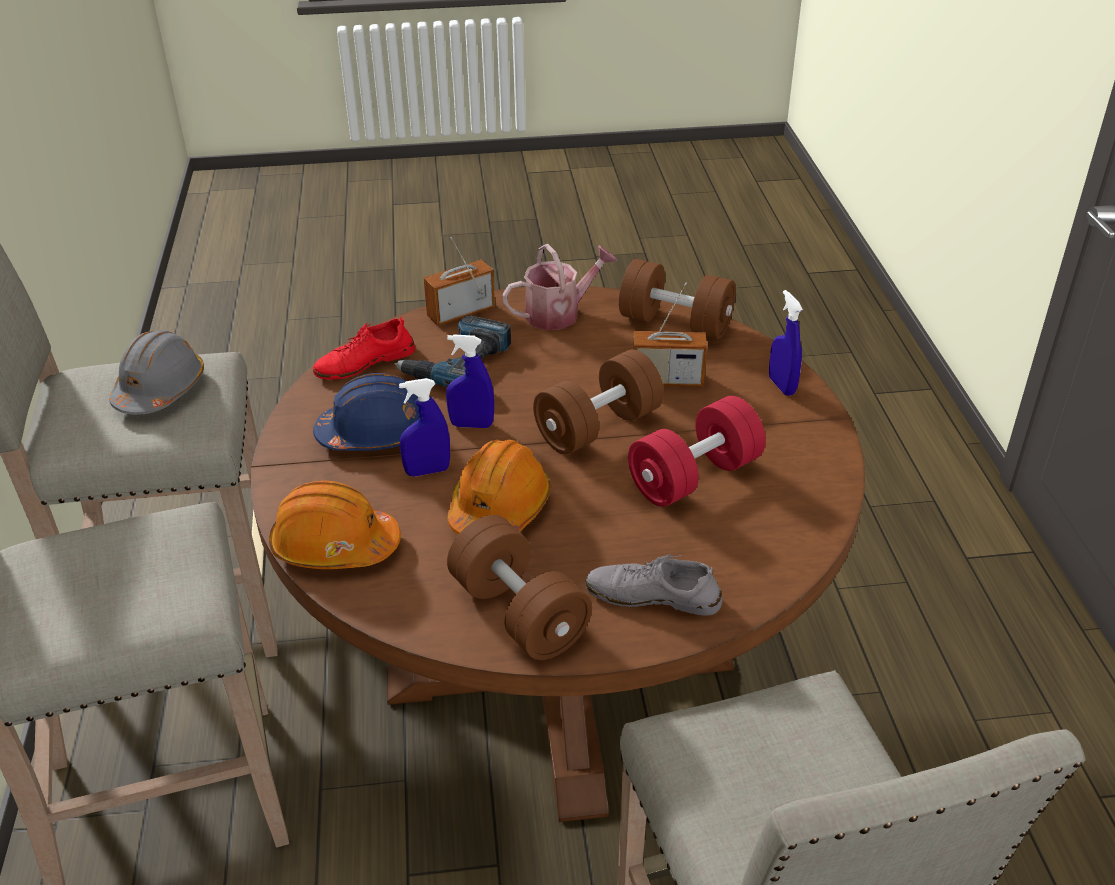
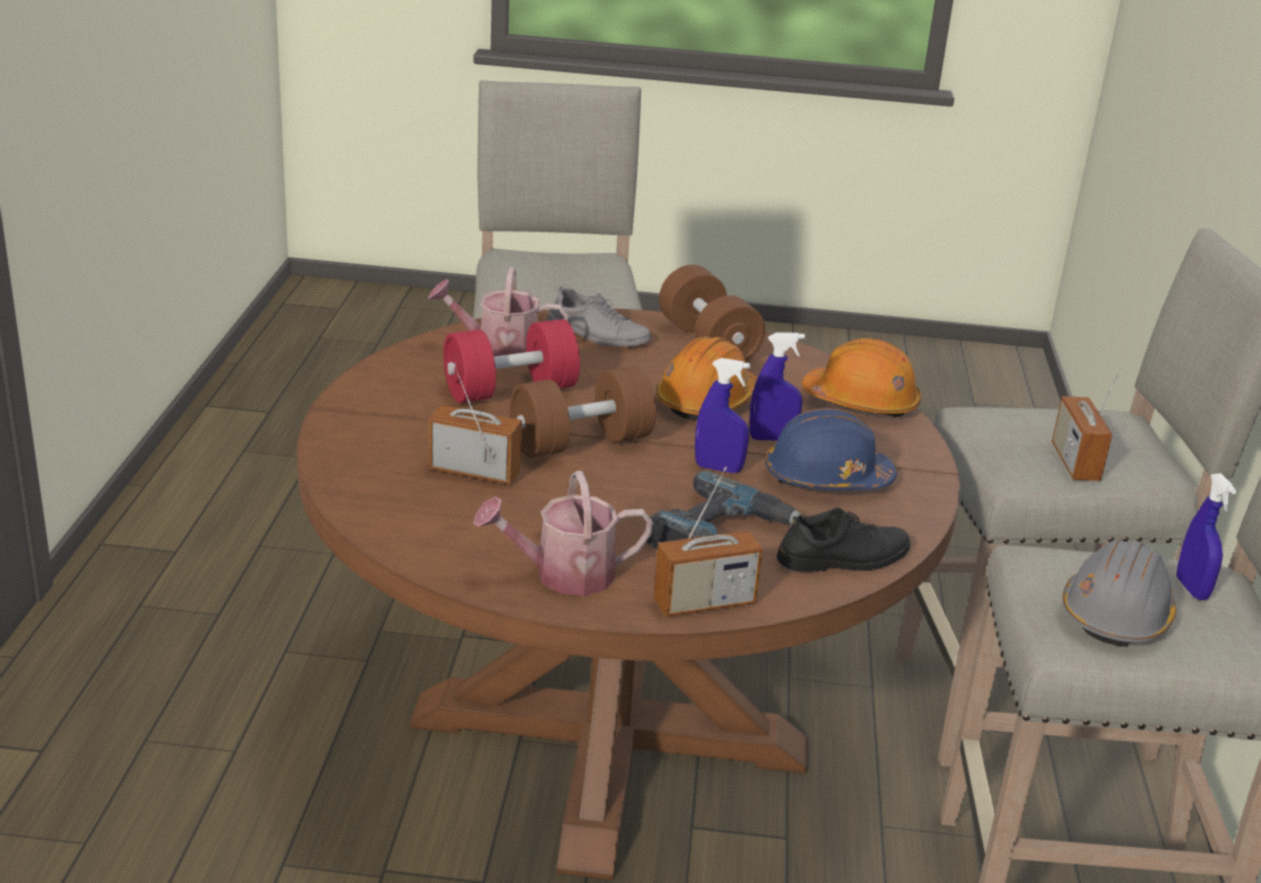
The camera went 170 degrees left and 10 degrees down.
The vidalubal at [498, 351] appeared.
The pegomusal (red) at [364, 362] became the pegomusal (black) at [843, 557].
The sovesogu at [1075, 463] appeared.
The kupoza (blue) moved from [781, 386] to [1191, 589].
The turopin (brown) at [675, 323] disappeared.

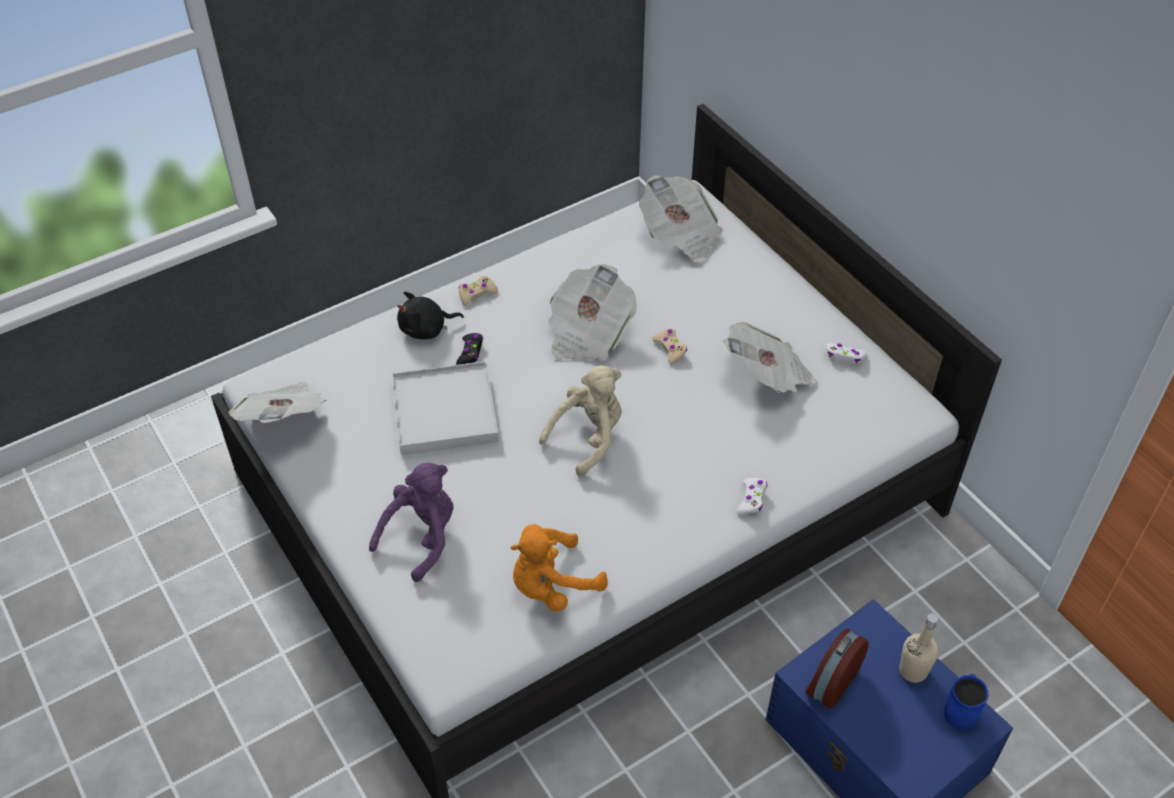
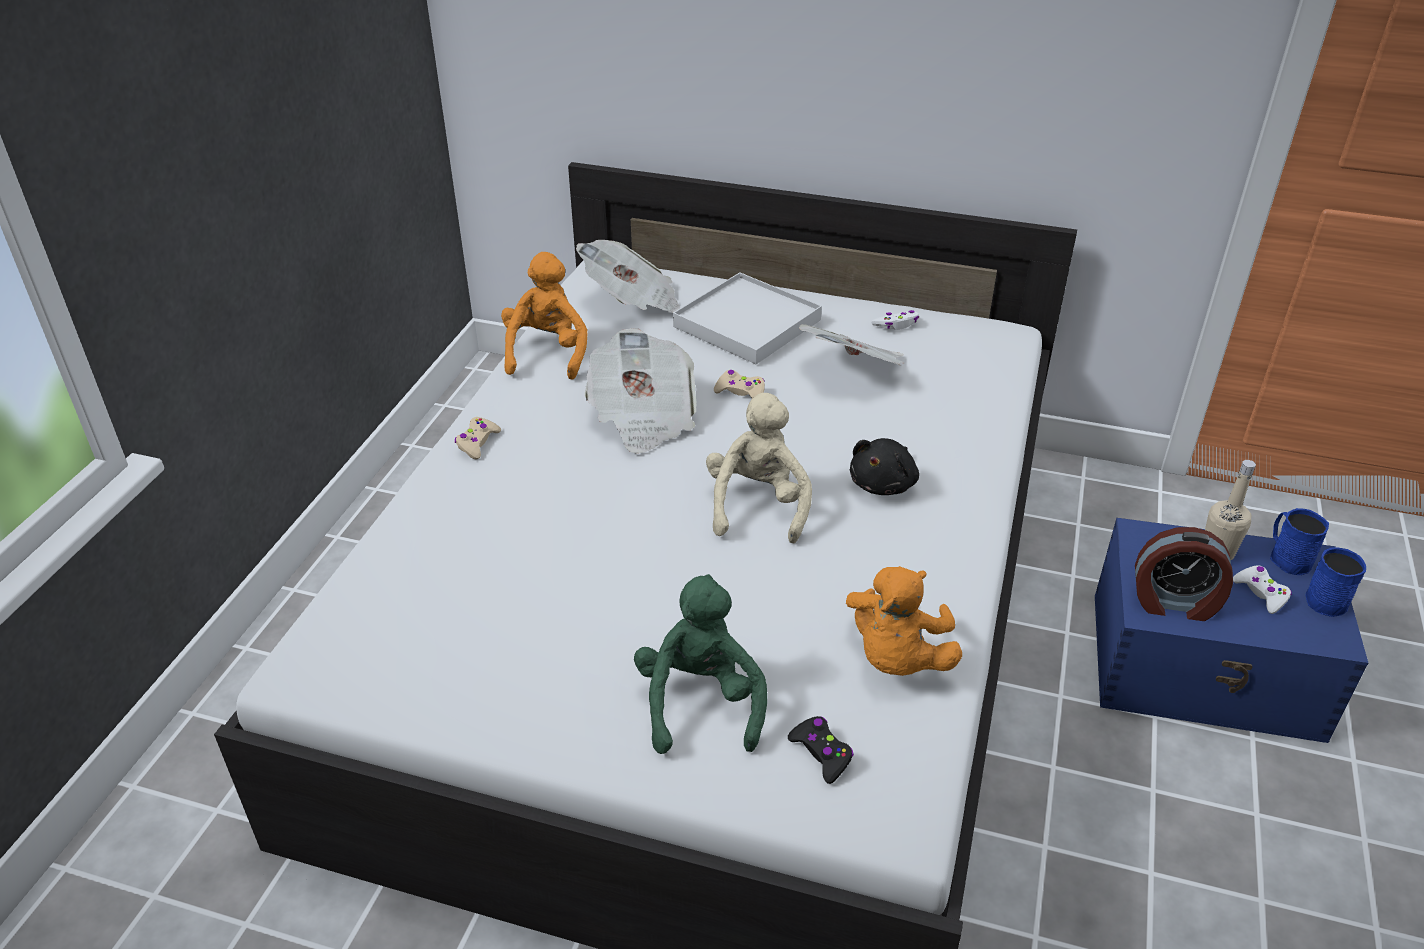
The camera went 40 degrees left and 10 degrees down.
The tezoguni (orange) at [547, 353] appeared.
The tezoguni (purple) at [422, 537] became the tezoguni (green) at [700, 702].
The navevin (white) moved from [445, 411] to [747, 323].
The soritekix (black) moved from [470, 352] to [821, 753].
The tezoguni (black) moved from [426, 329] to [884, 484].
The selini at [831, 681] turned 75 degrees counterclockwise.
The soritekix (white) moved from [751, 499] to [1261, 593].
The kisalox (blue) at [1325, 597] appeared.
The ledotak at [284, 419] disappeared.

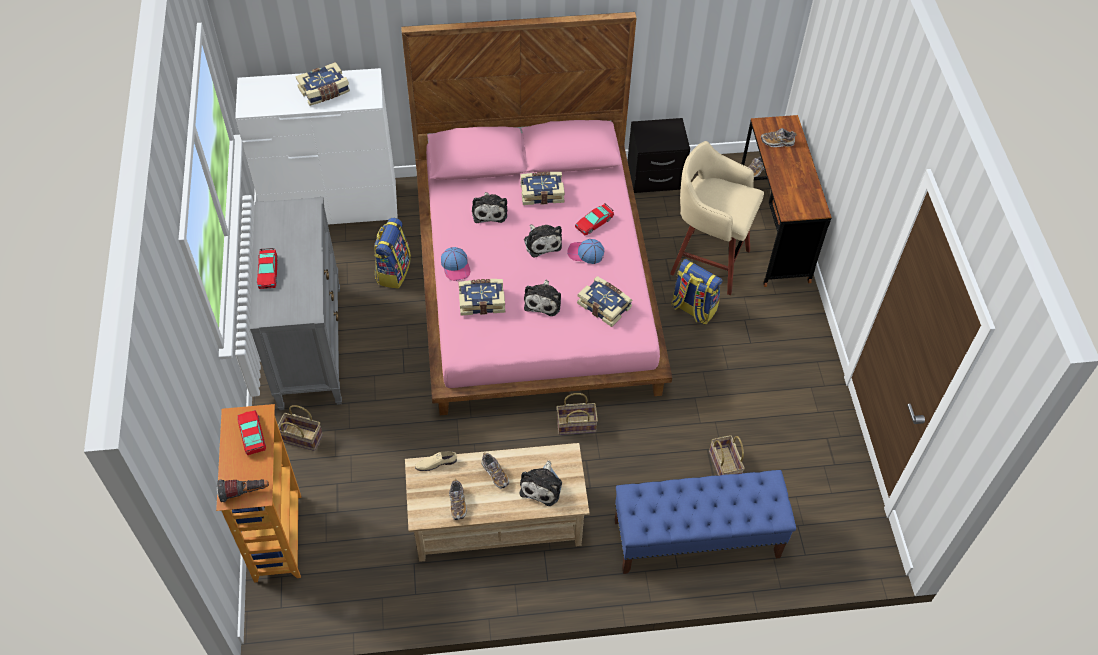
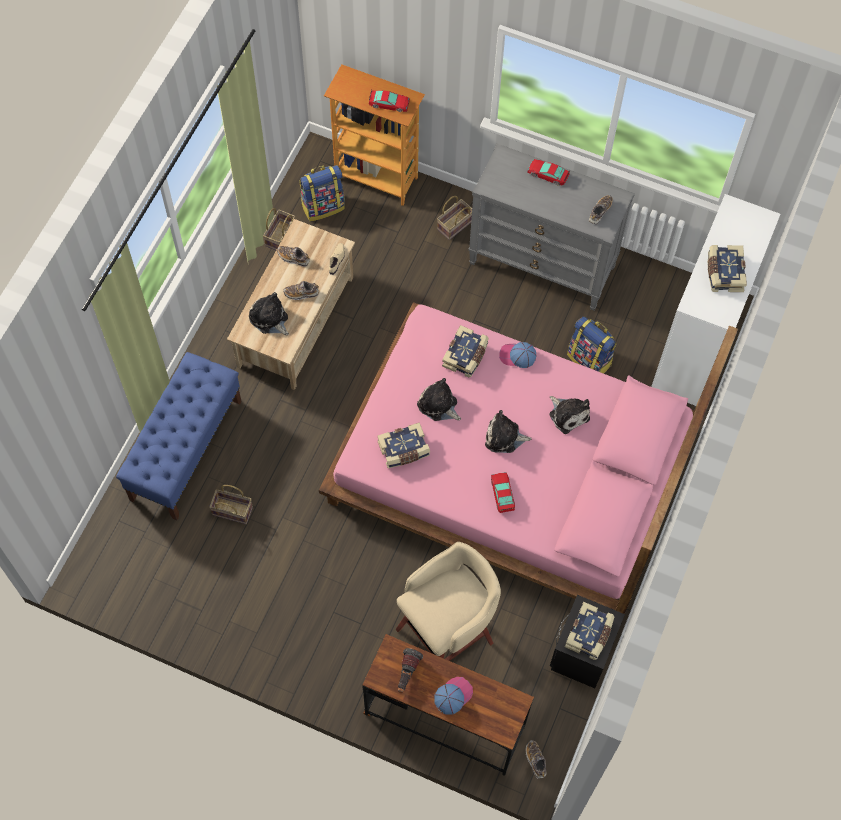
The camera went 120 degrees right and 10 degrees up.
The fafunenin moved from [577, 424] to [280, 237].
The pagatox moved from [692, 309] to [323, 206].
The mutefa moved from [245, 492] to [407, 674].
The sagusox moved from [585, 253] to [453, 696].
The tezoguni at [489, 211] turned 150 degrees counterclockwise.
The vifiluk moved from [542, 192] to [589, 634].
The pegomusal moved from [777, 142] to [600, 212].

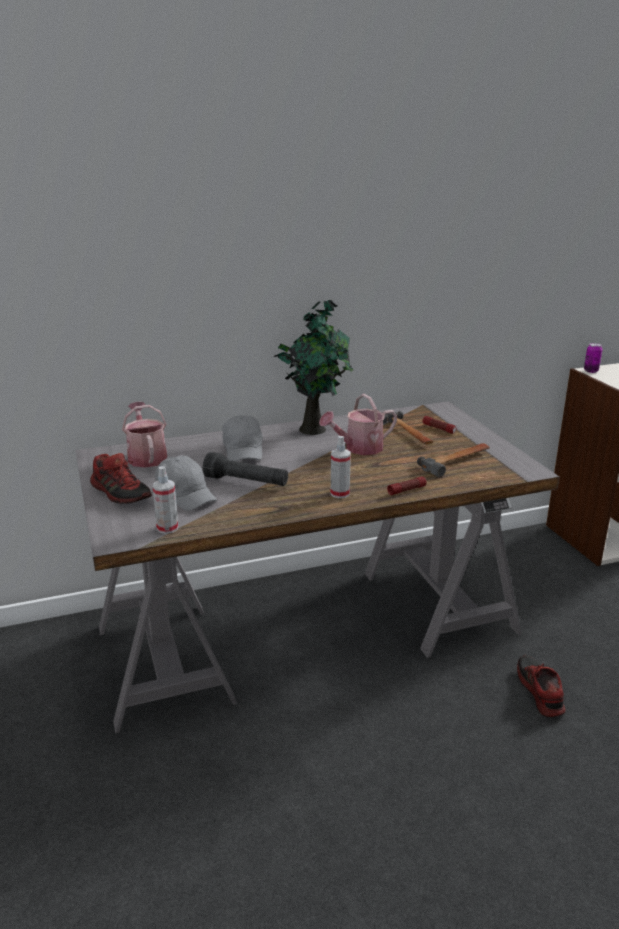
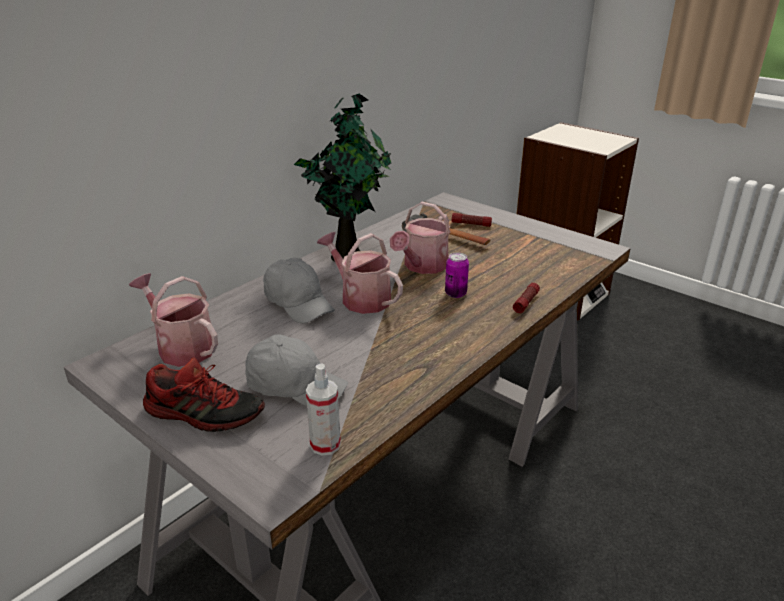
The camera went 30 degrees left and 5 degrees up.
The vidalubal at [361, 298] appeared.
The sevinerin moved from [591, 371] to [455, 294].
The mutefa (black) at [246, 482] disappeared.
The kupoza at [340, 493] disappeared.
The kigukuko at [456, 462] disappeared.
The pegomusal at [538, 691] disappeared.

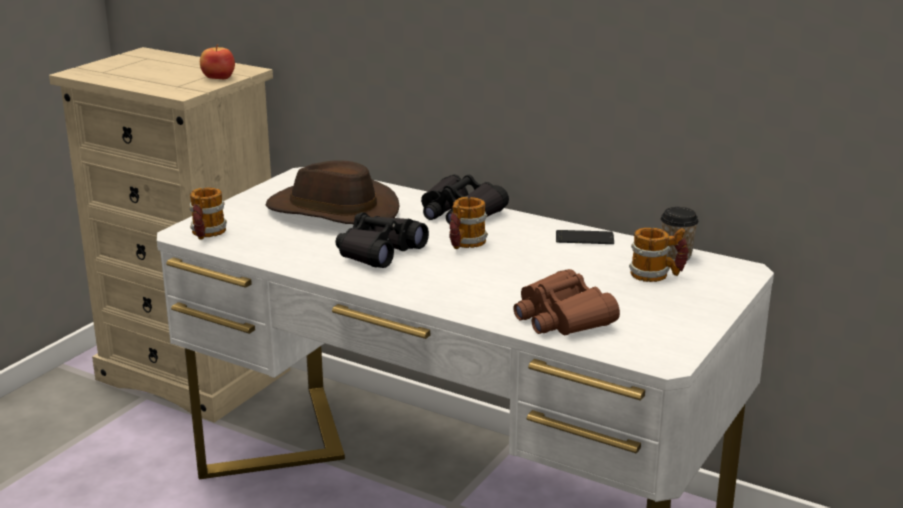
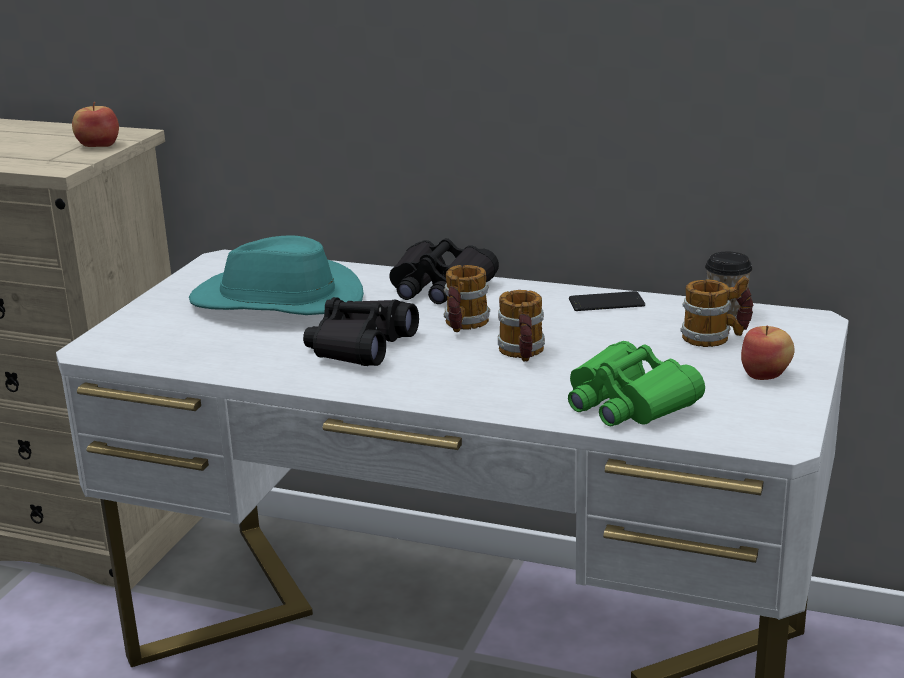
The camera went 10 degrees left and 0 degrees up.
The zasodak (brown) at [332, 211] became the zasodak (turquoise) at [277, 301].
The kisalox moved from [206, 234] to [522, 353].
The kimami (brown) at [561, 318] became the kimami (green) at [628, 403].
The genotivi at [765, 374] appeared.

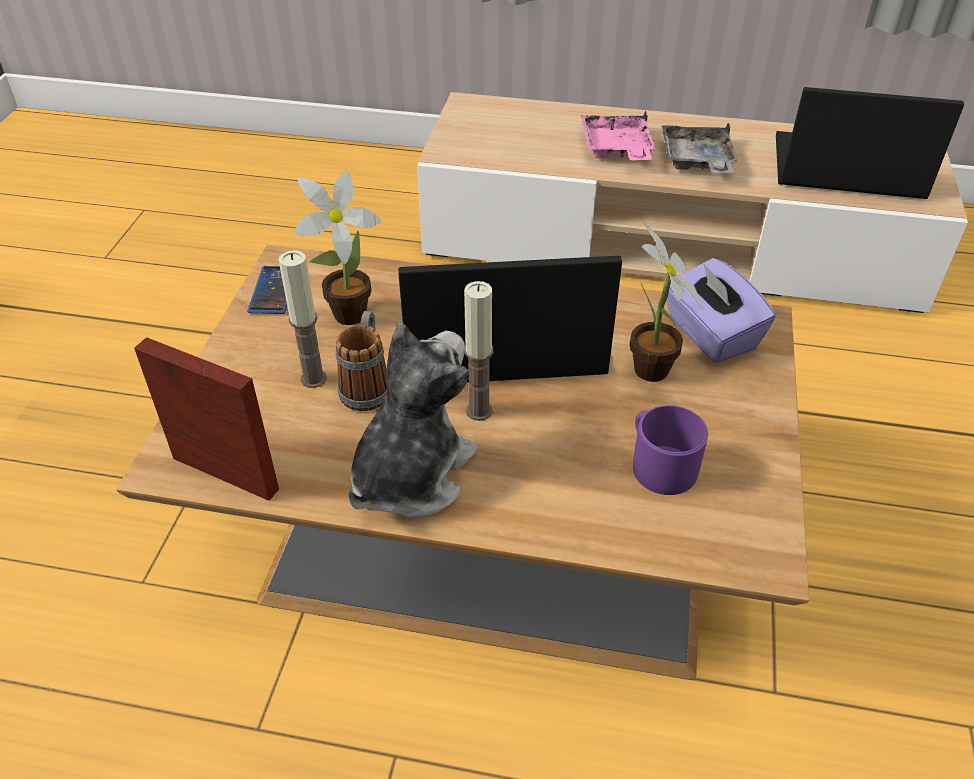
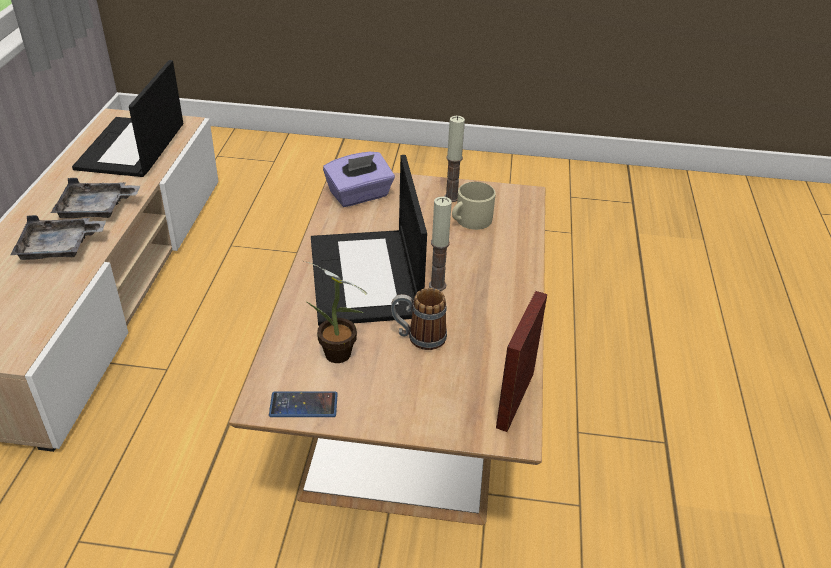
The camera went 95 degrees left and 5 degrees down.
The navevin (pink) at [616, 150] became the navevin (grey) at [59, 248].
The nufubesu moved from [313, 378] to [451, 197].
The kisalox (purple) at [659, 463] became the kisalox (beige) at [470, 220].
The tezoguni at [410, 475] disappeared.
The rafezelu at [650, 374] disappeared.

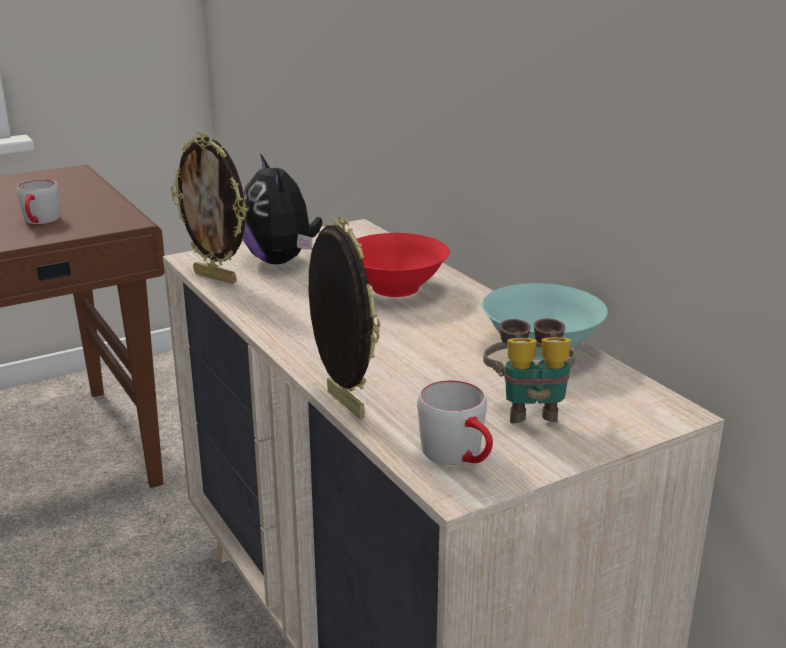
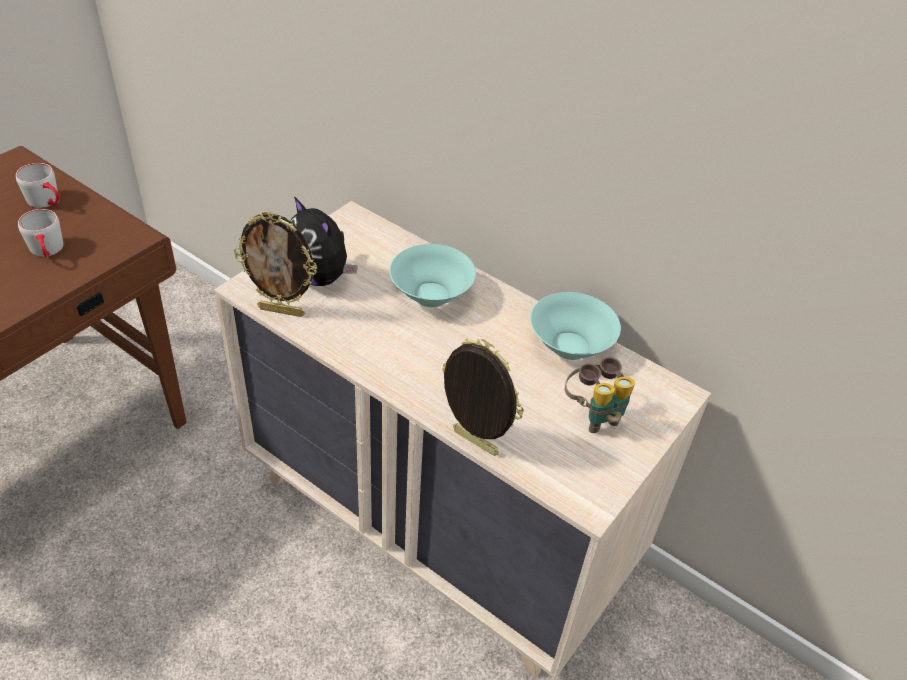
The camera went 25 degrees left and 20 degrees up.
The kisalox (grey) moved from [460, 456] to [48, 202].
The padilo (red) at [394, 288] became the padilo (turquoise) at [431, 295].

